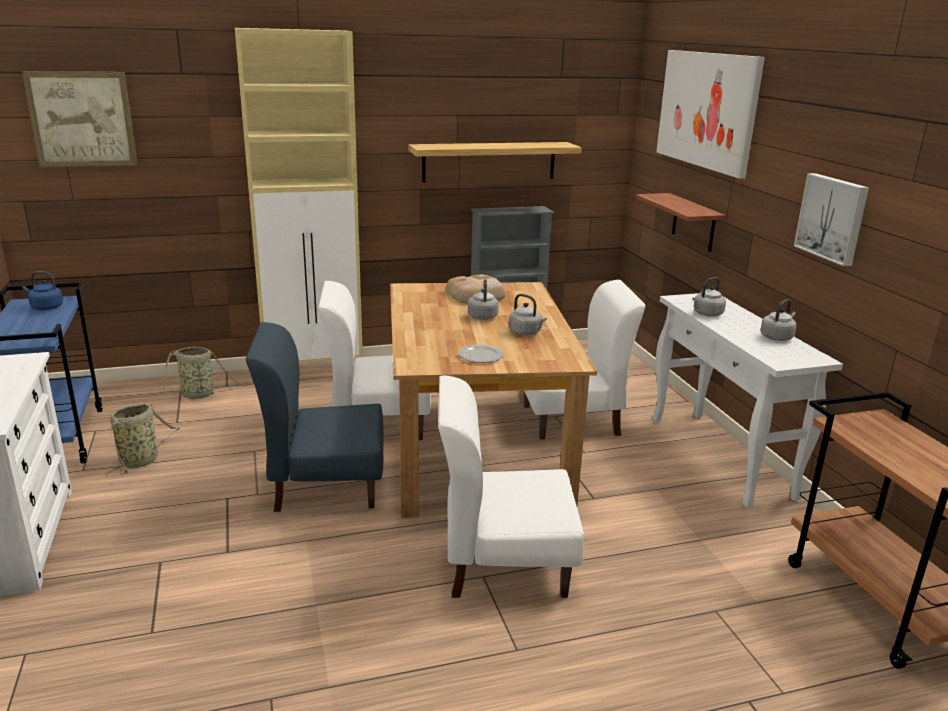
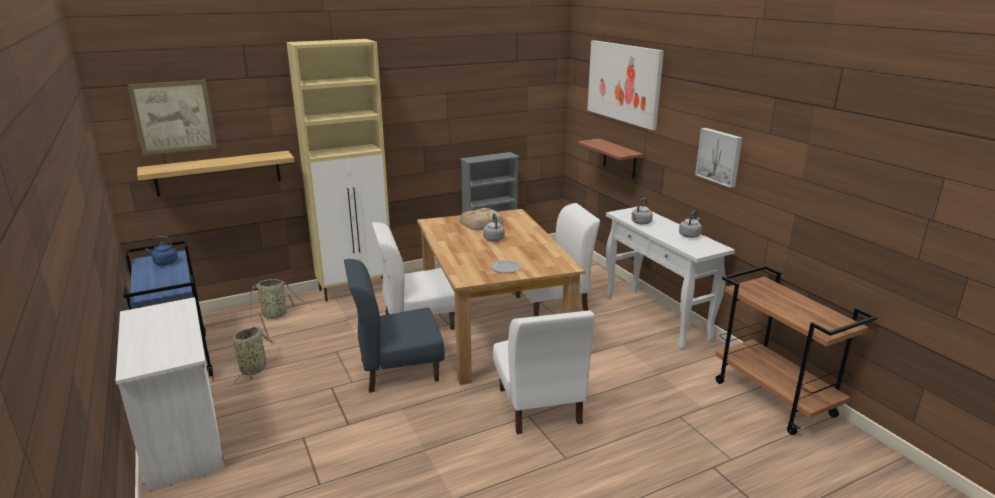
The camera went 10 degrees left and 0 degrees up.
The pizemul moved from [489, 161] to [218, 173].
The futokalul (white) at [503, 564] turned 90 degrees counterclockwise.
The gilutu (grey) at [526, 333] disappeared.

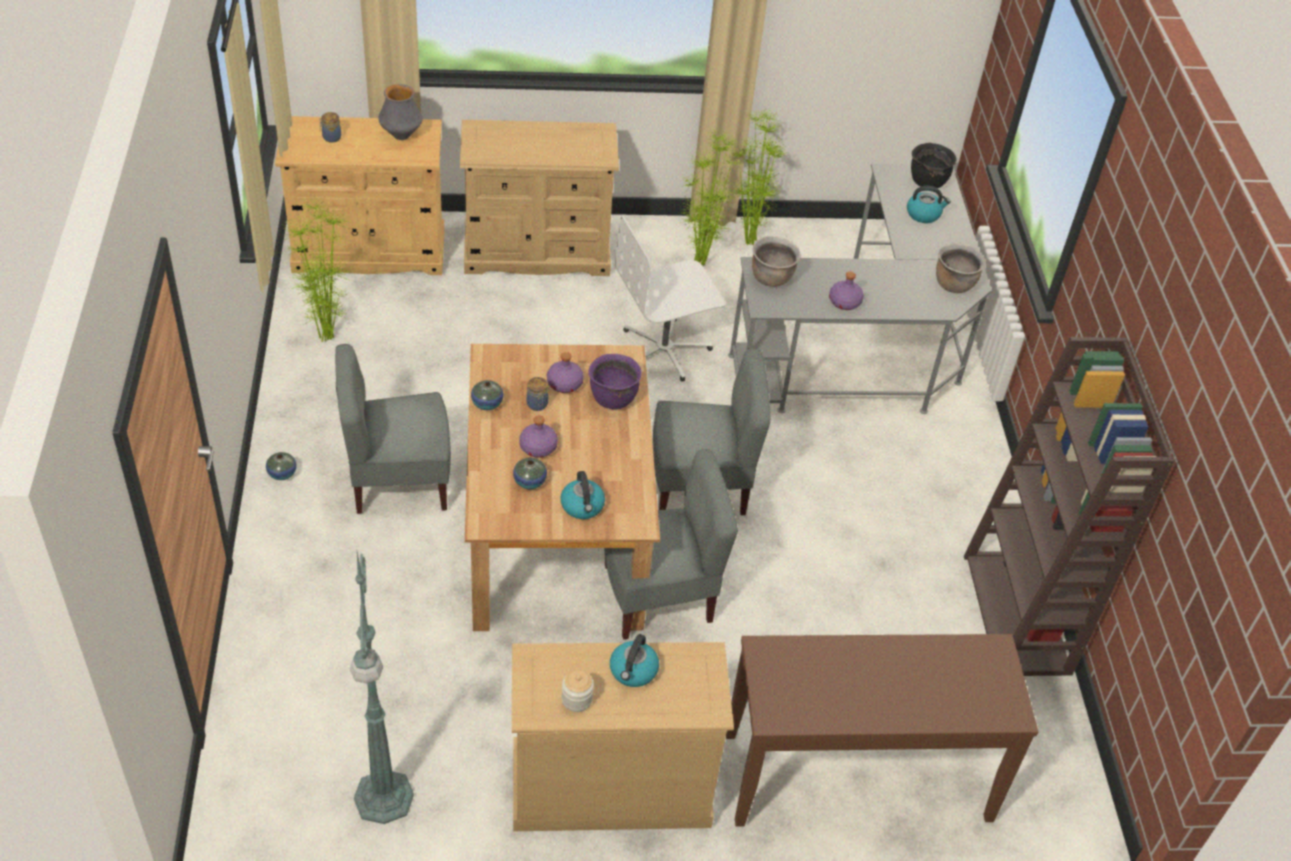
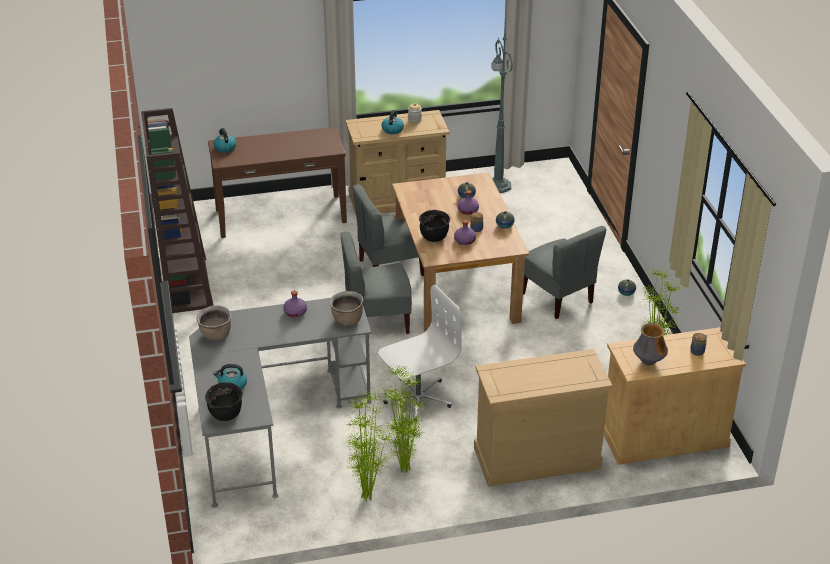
The camera went 175 degrees right and 10 degrees down.
The gilutu moved from [583, 506] to [225, 147].
The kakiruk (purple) at [613, 398] became the kakiruk (black) at [434, 237].
The futokalul (grey) at [398, 481] turned 75 degrees clockwise.

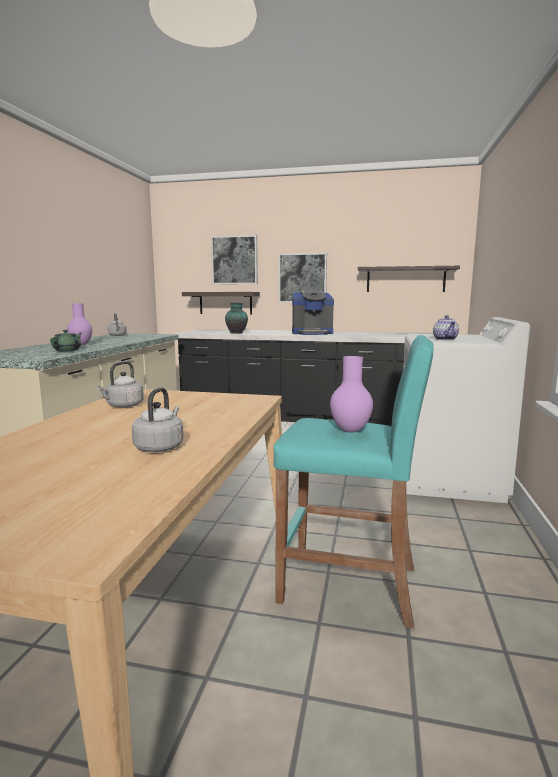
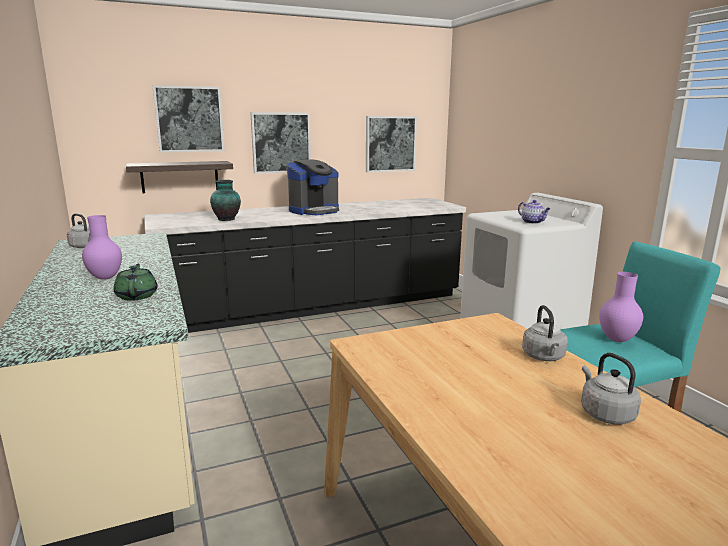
The camera went 35 degrees left and 5 degrees up.
The pizemul at [405, 279] was replaced by the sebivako at [390, 144].
The gilutu (grey) moved from [123, 406] to [544, 357].

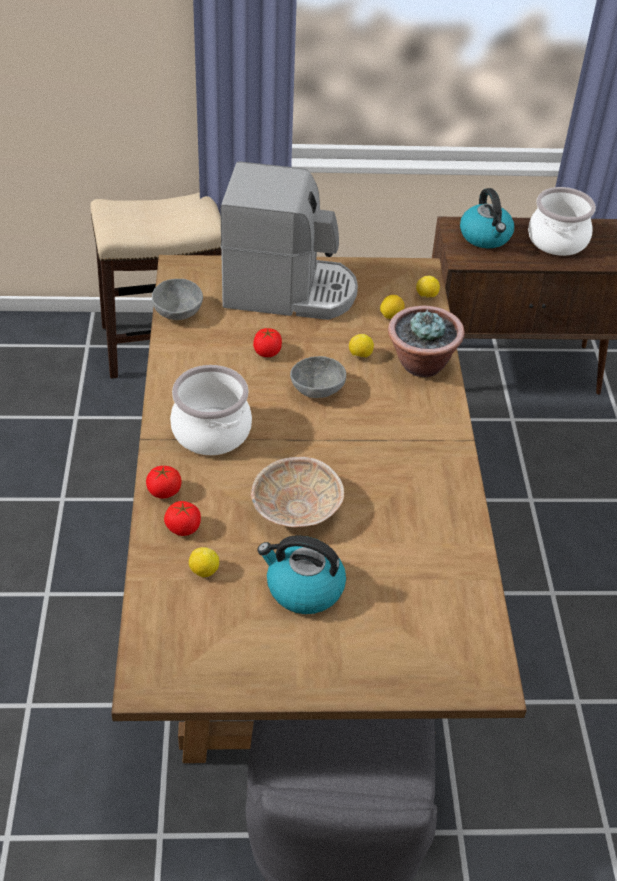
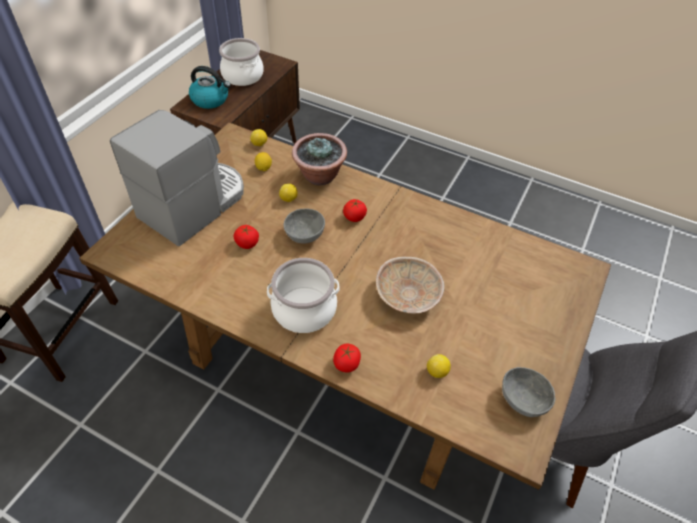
The camera went 60 degrees left and 5 degrees up.
The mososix moved from [183, 528] to [354, 217].
The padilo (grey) moved from [179, 312] to [523, 399].
The gilutu at [303, 588] disappeared.

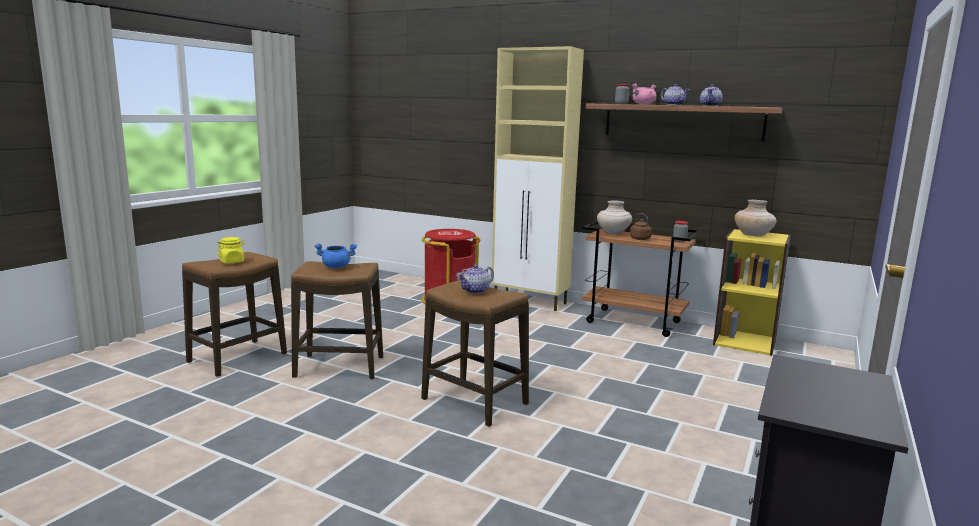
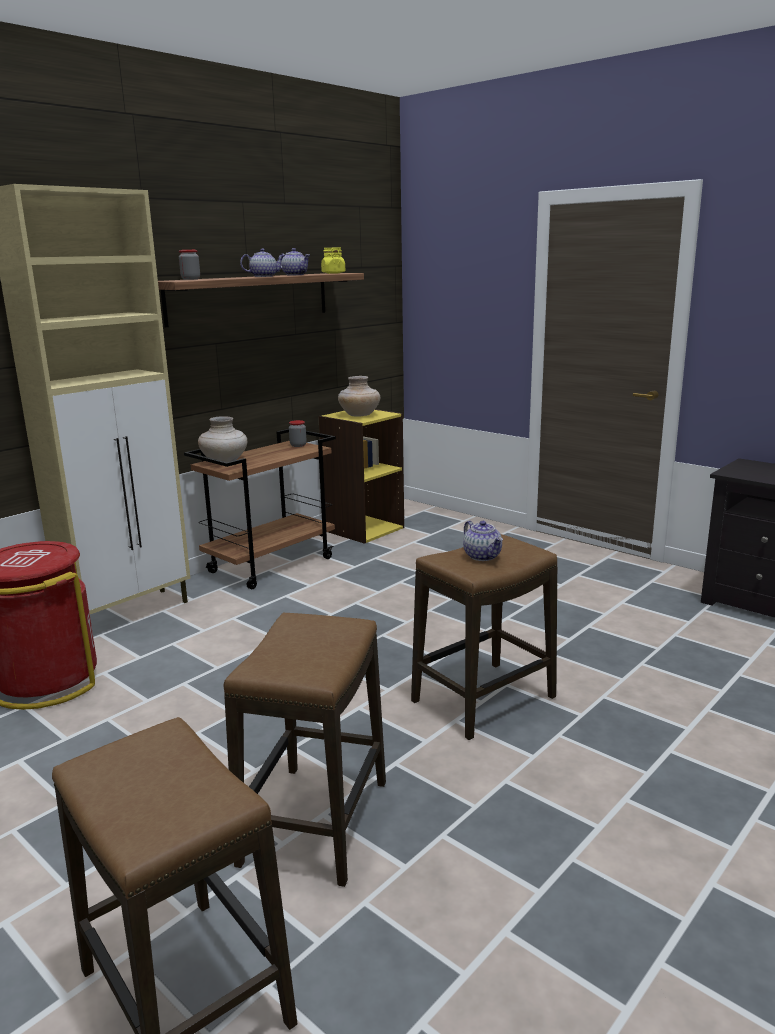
The camera went 75 degrees left and 5 degrees up.
The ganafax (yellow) moved from [232, 262] to [333, 273].
The kakiruk (blue) at [336, 267] disappeared.
The gilutu (brown) at [641, 239] disappeared.
The kakiruk (pink) at [643, 104] disappeared.

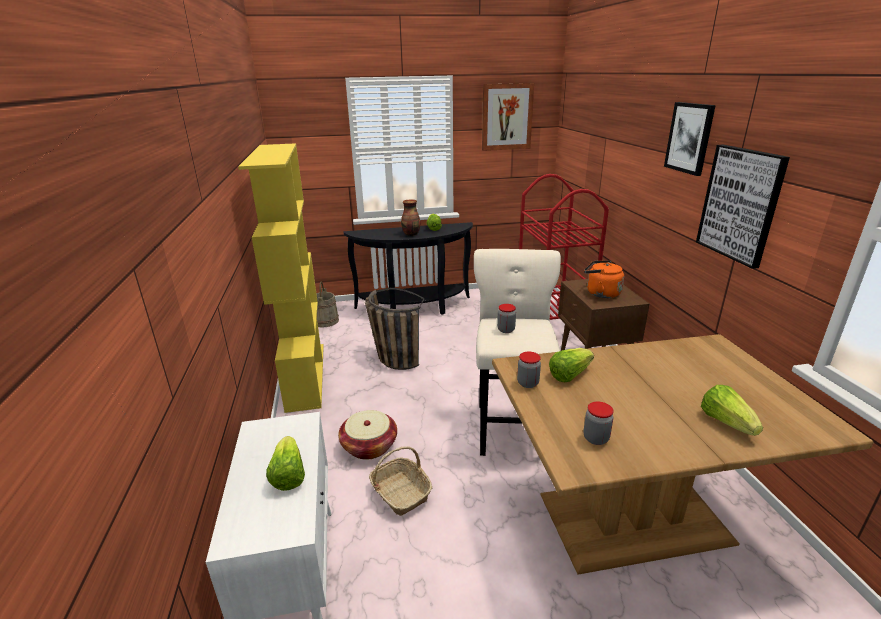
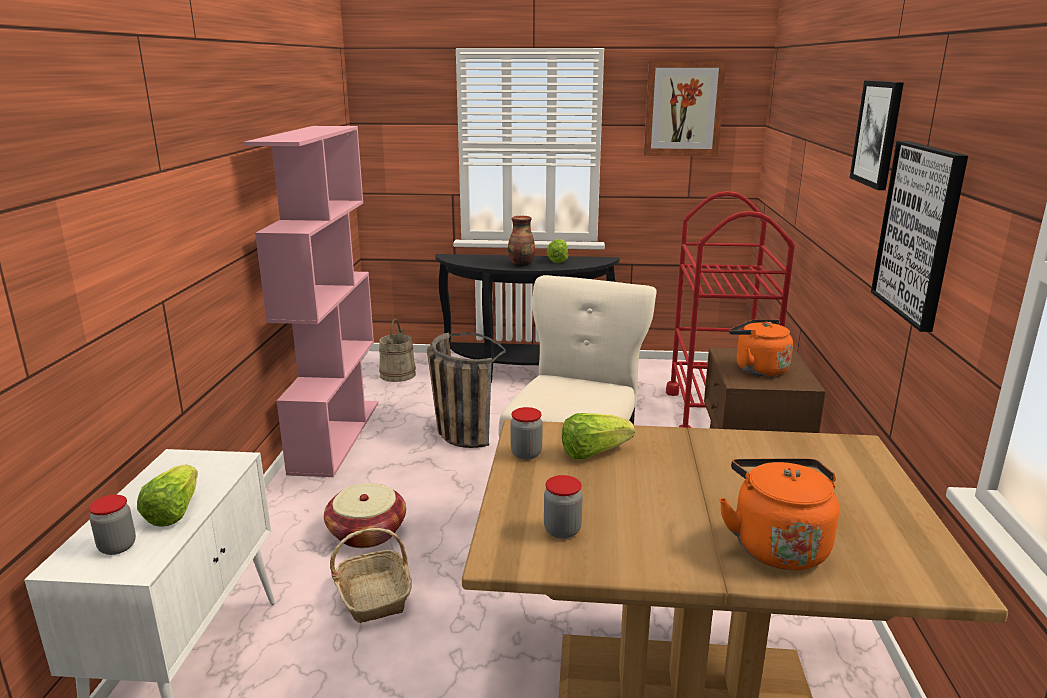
The camera went 15 degrees right and 5 degrees down.
The ganafax moved from [506, 330] to [117, 547].
The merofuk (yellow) at [305, 375] became the merofuk (pink) at [335, 435].
The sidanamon at [726, 422] was replaced by the gilutu (orange) at [777, 545].

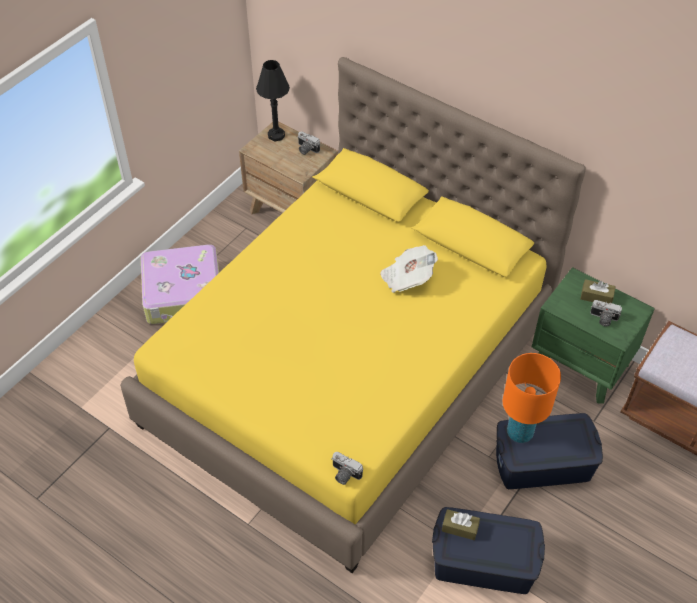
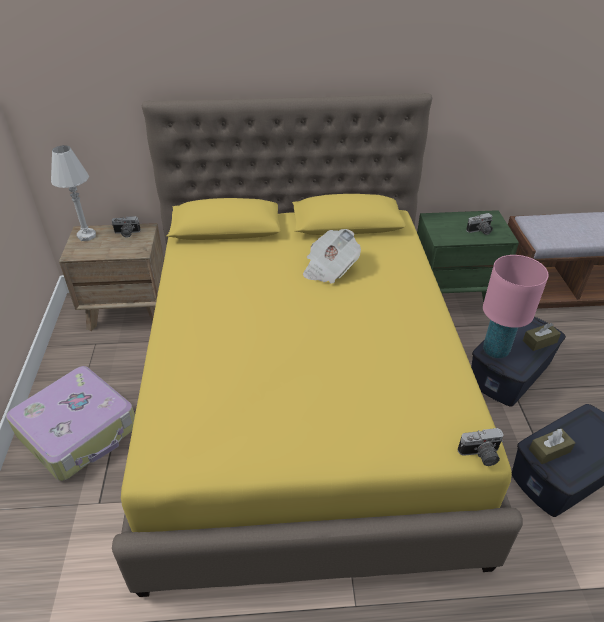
The camera went 40 degrees left and 10 degrees down.
The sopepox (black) at [276, 135] became the sopepox (white) at [86, 236].
The sopepox (orange) at [520, 433] became the sopepox (pink) at [495, 350].
The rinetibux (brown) moved from [596, 297] to [539, 341].

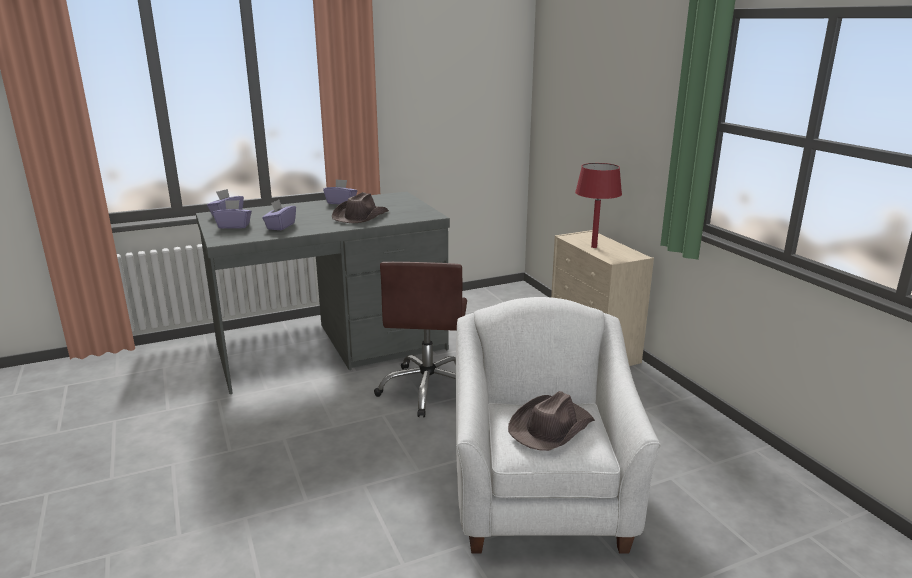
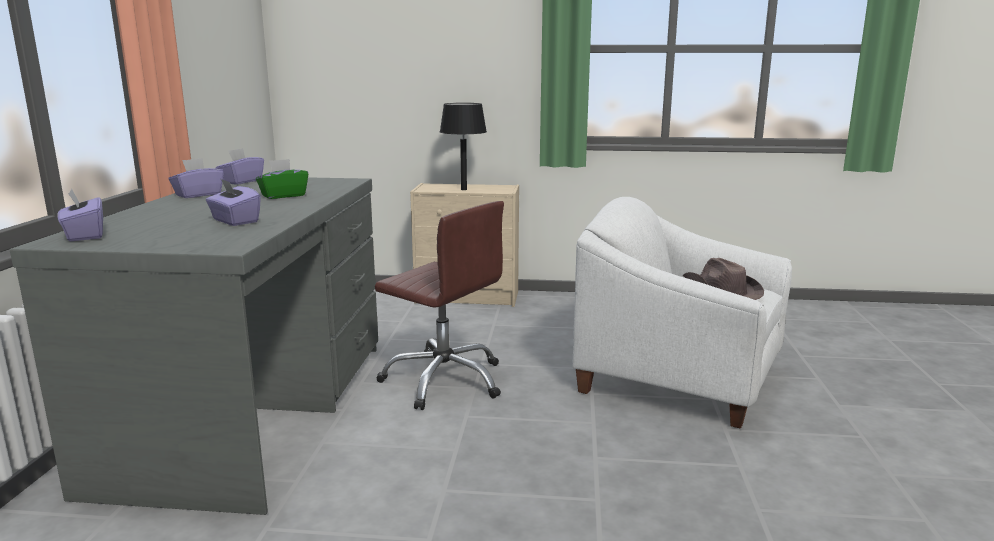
The camera went 60 degrees left and 5 degrees down.
The rinetibux (purple) moved from [234, 226] to [241, 181].
The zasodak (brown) at [360, 216] was replaced by the rinetibux (green) at [283, 195].
The sopepox (red) at [593, 247] became the sopepox (black) at [463, 189].

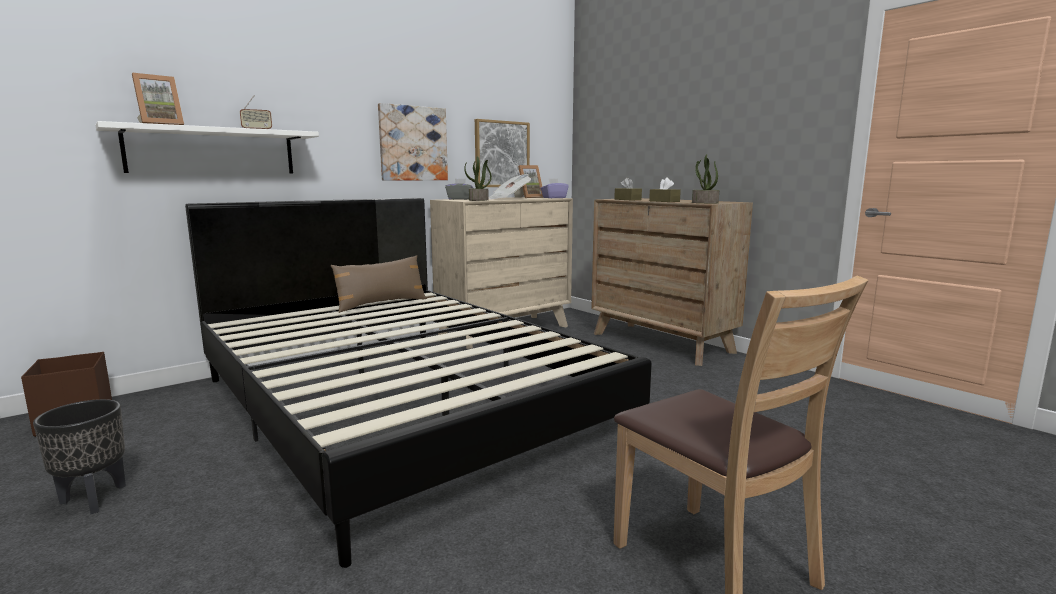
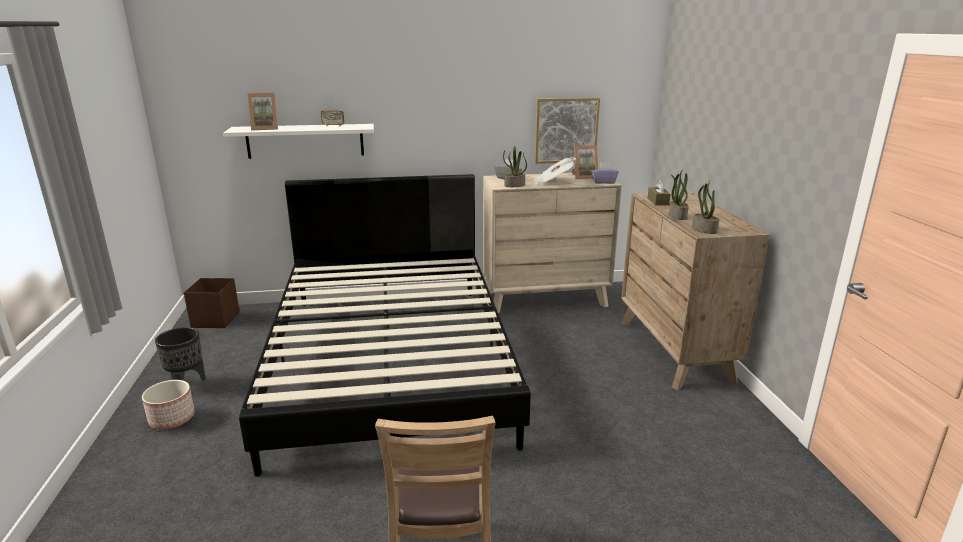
The camera went 30 degrees right and 10 degrees up.
The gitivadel at [172, 418] appeared.
The rinetibux (brown) at [664, 201] was replaced by the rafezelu at [677, 216].
The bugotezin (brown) at [381, 304] disappeared.
The sebivako at [413, 143] disappeared.

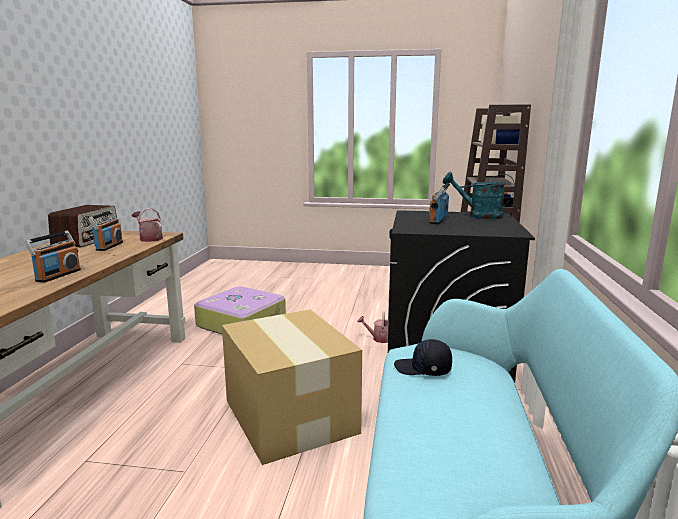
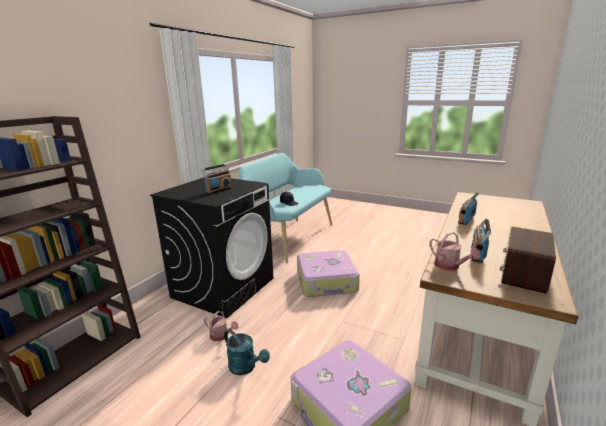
The camera went 160 degrees left and 5 degrees up.
The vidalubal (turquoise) moved from [479, 216] to [246, 367].
The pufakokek at [290, 417] was replaced by the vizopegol at [327, 281].

